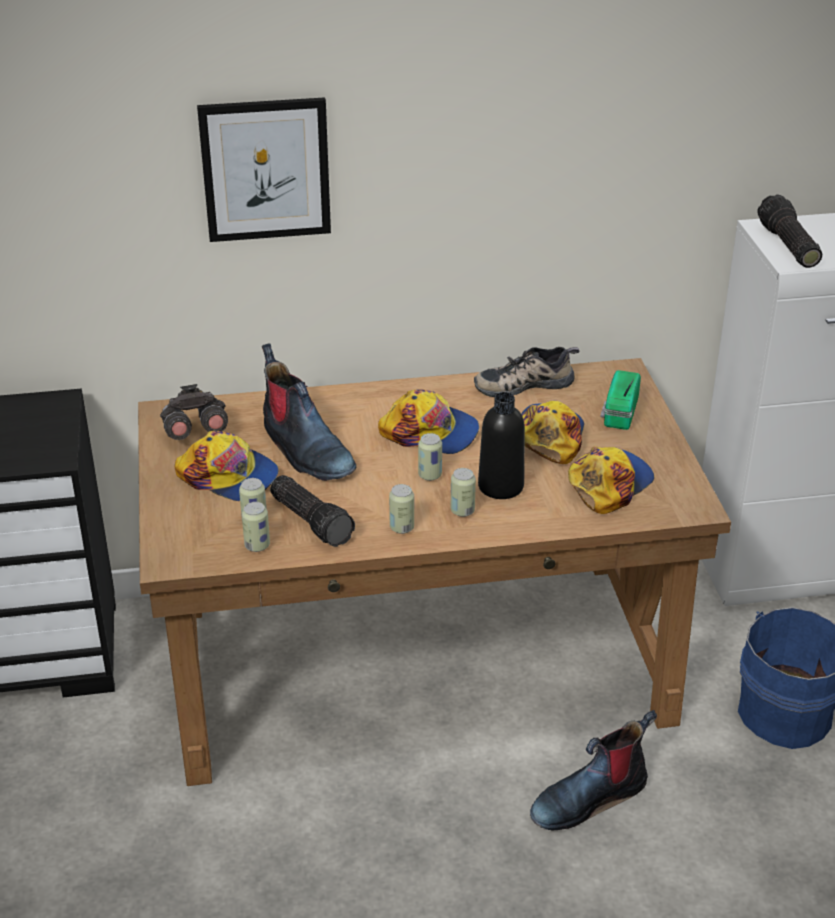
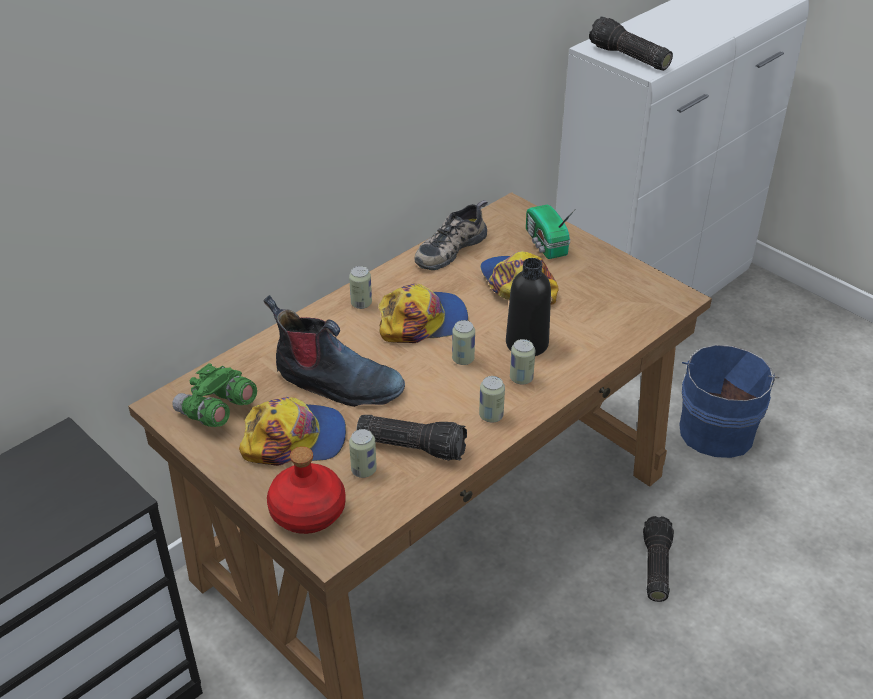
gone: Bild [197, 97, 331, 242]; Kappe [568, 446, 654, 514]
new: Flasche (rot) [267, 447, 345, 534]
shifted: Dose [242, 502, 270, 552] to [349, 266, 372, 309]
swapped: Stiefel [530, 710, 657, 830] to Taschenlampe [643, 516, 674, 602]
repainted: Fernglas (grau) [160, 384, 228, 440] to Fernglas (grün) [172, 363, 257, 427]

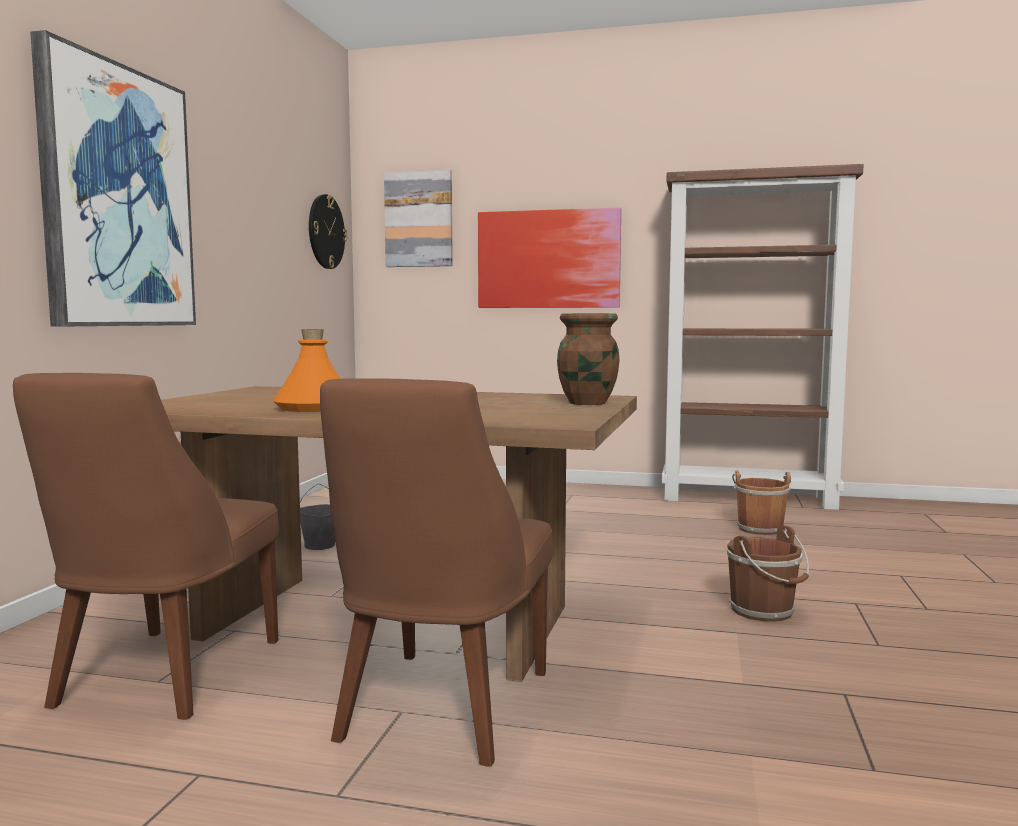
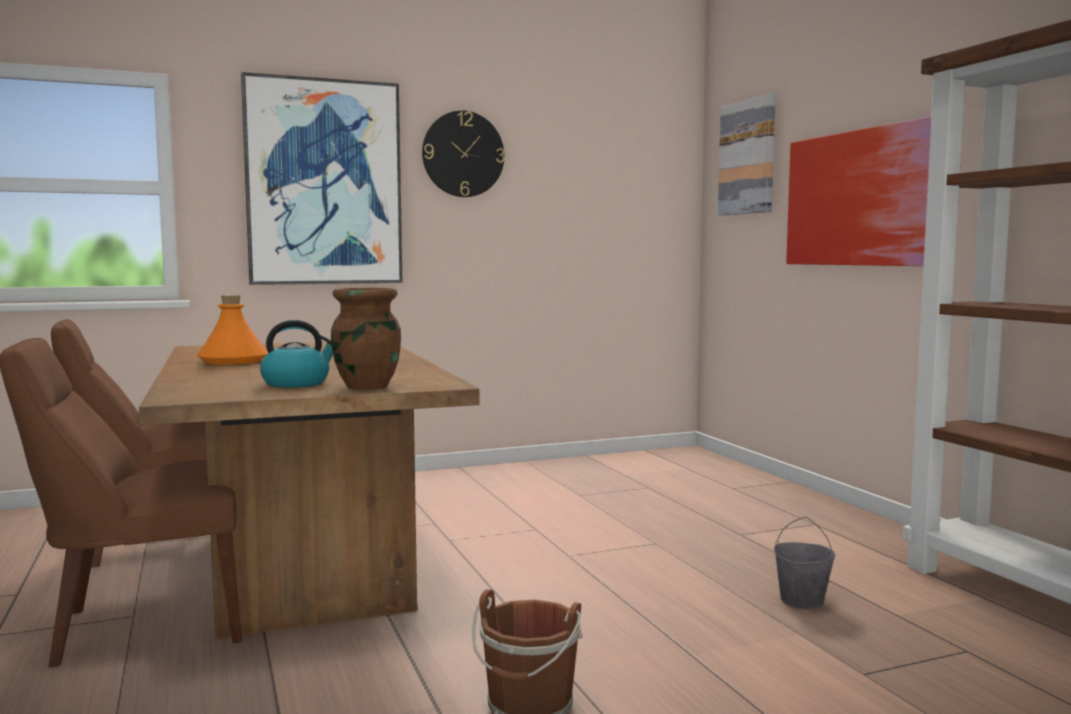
gone: Eimer (braun) [732, 470, 791, 535]
new: Wasserkessel [260, 320, 333, 387]
shifted: Eimer (grau) [300, 484, 335, 550] to [774, 517, 836, 609]; Wanduhr [309, 194, 347, 269] to [422, 111, 505, 197]

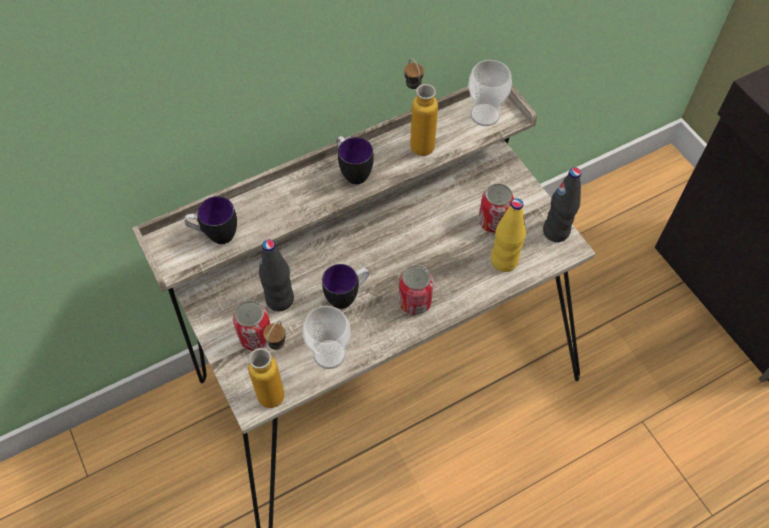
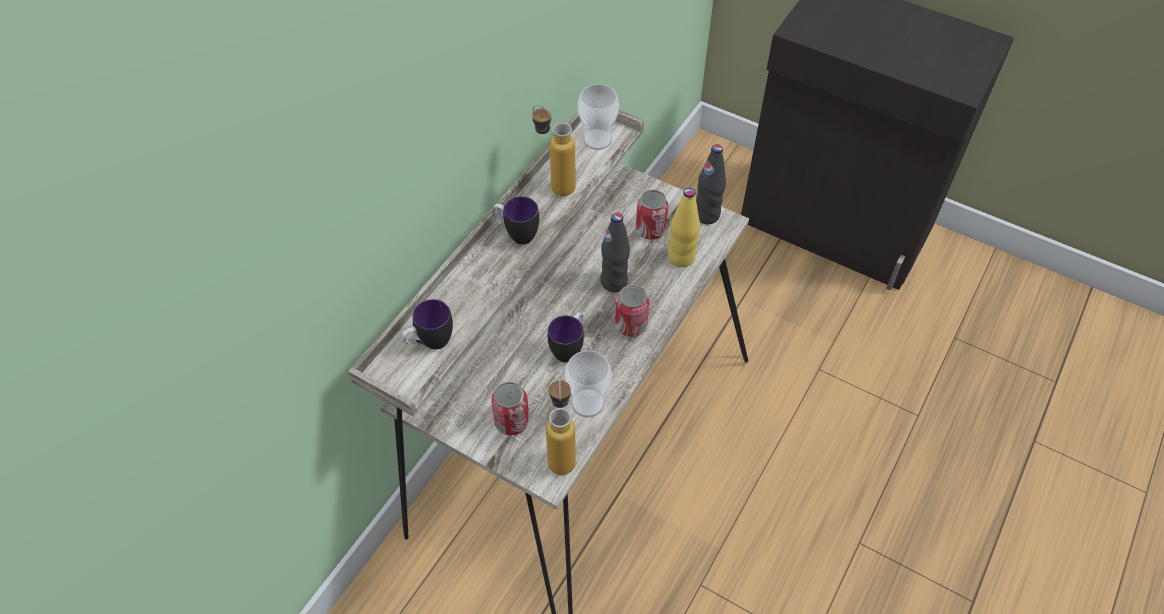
shifted: Flasche (schwarz) [259, 239, 294, 311] to [600, 212, 630, 292]

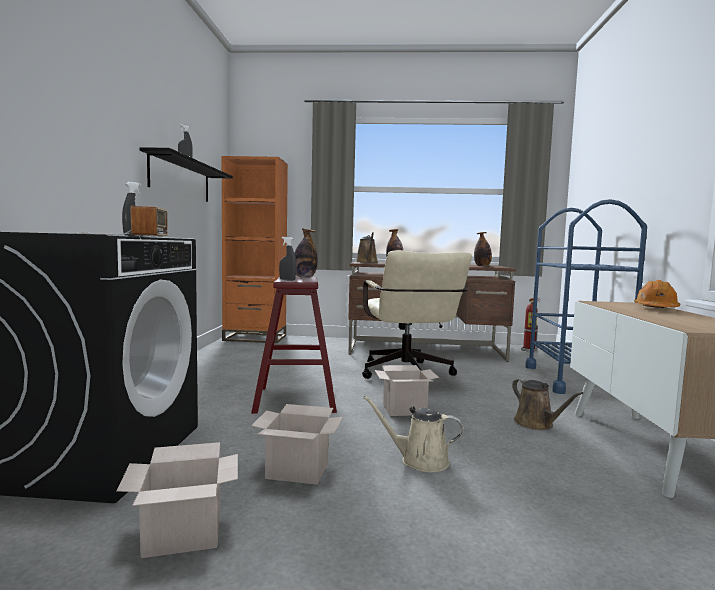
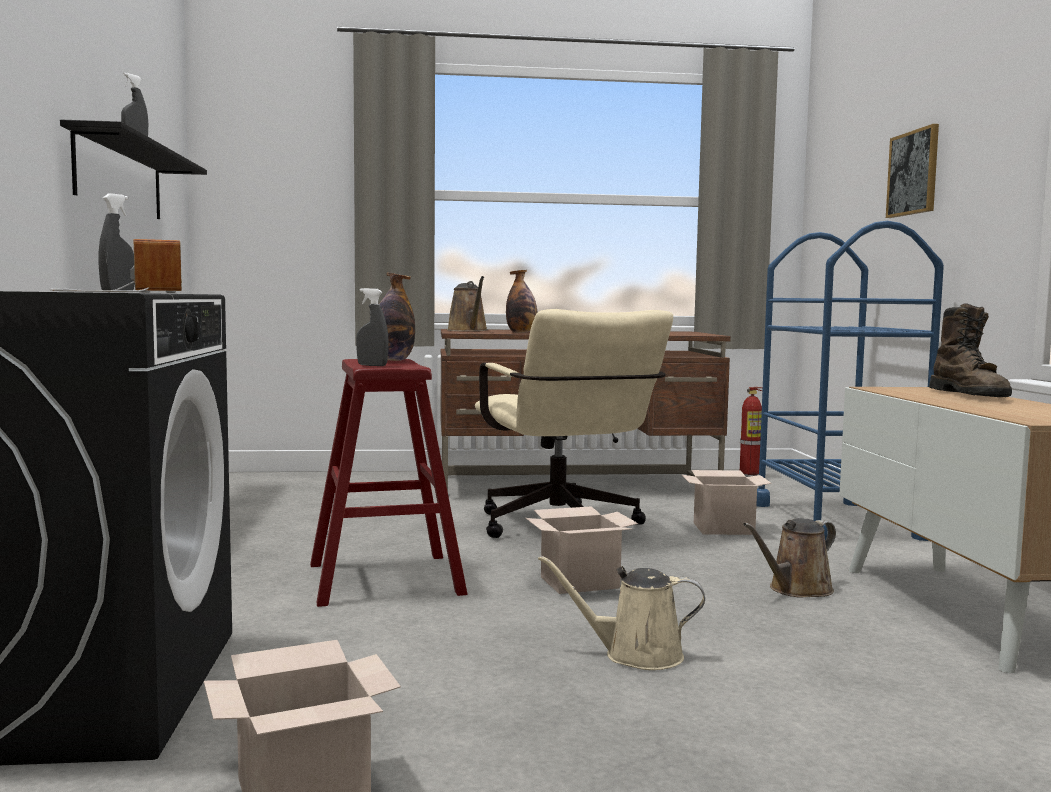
gone: Bücherregal (orange) [222, 156, 288, 343]; Flasche [474, 232, 492, 266]
new: Bild [886, 124, 939, 218]
shifted: Karton [251, 404, 343, 485] to [681, 470, 772, 535]
swapped: Schutzhelm (orange) [634, 280, 680, 308] to Stiefel (braun) [929, 303, 1012, 397]
rotated: Gießkanne (braun) [512, 378, 584, 430] = [743, 518, 836, 598] 90 degrees clockwise

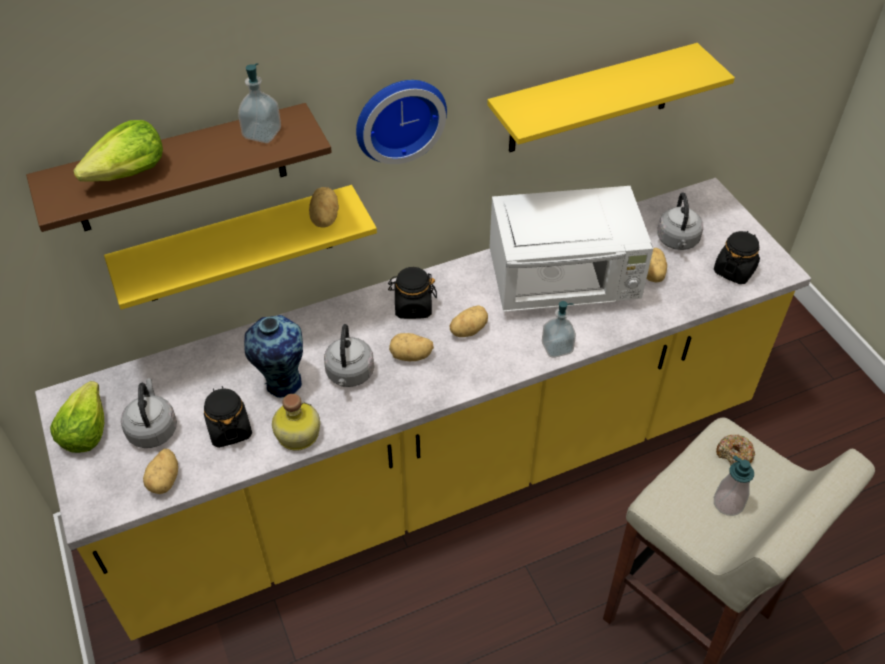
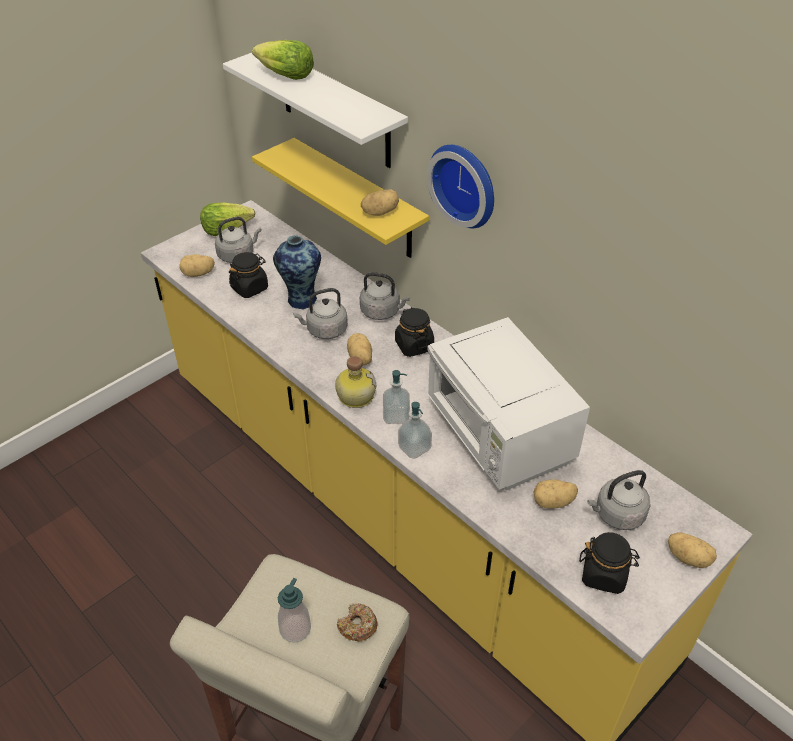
gone: Wandregal (gelb) [487, 43, 735, 152]
new: Wasserkessel (grau) [360, 272, 410, 320]
shifted: Seifenspender [238, 63, 281, 143] to [383, 370, 410, 424]; Flasche [272, 394, 320, 451] to [335, 356, 376, 408]; Kartoffel [450, 305, 488, 337] to [668, 533, 717, 568]
repainted: Wandregal (braun) [26, 103, 332, 232] to Wandregal (weiß) [223, 53, 408, 168]

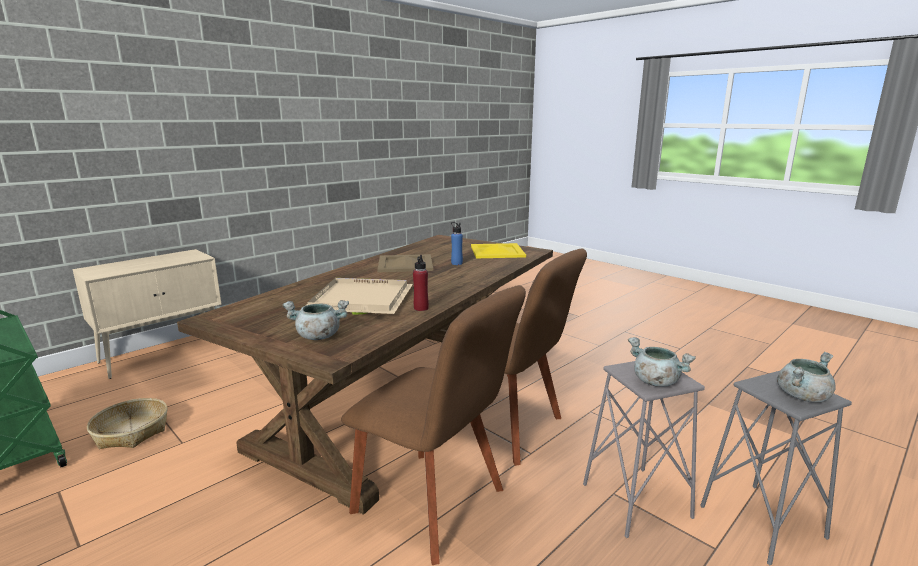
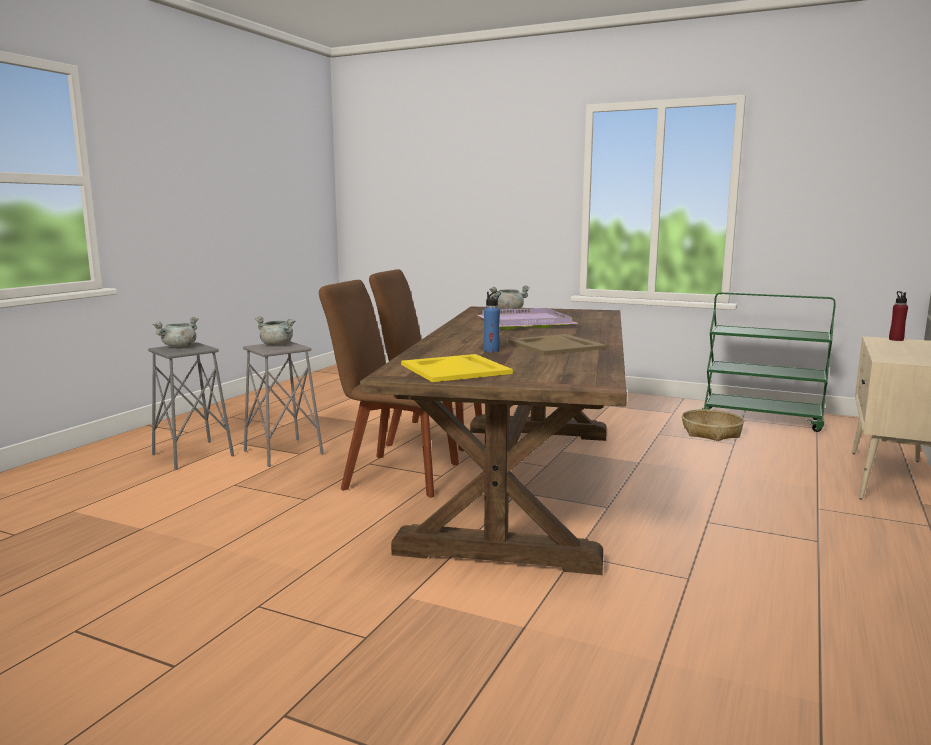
shifted: Flasche (rot) [413, 255, 429, 311] to [889, 291, 908, 341]
repainted: Tablett (beige) [305, 278, 413, 315] to Tablett (lila) [478, 308, 579, 330]

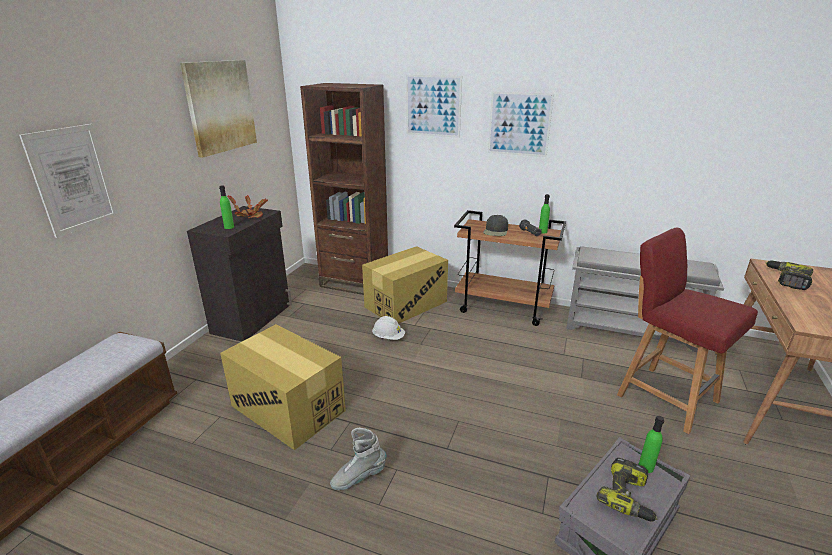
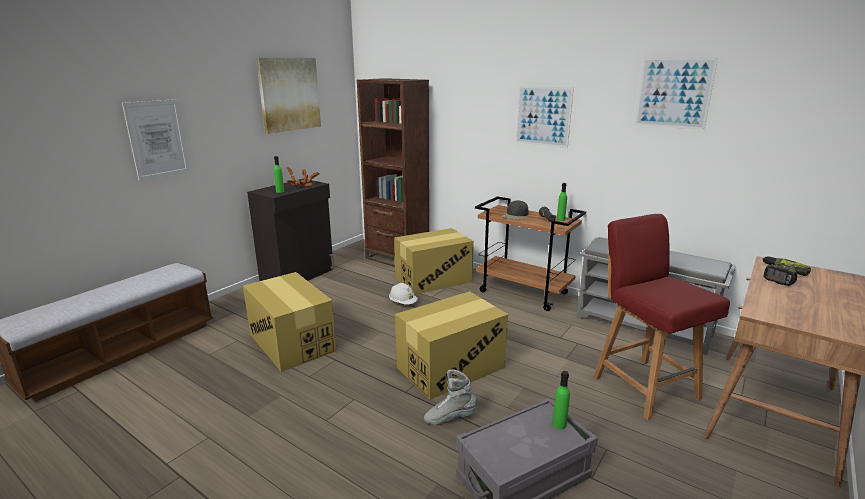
gone: Bohrmaschine [596, 458, 658, 522]
new: Karton [395, 291, 508, 400]
shifted: Stiefel (grau) [330, 428, 386, 490] to [424, 369, 477, 424]; Bild [406, 75, 462, 138] to [635, 58, 718, 130]

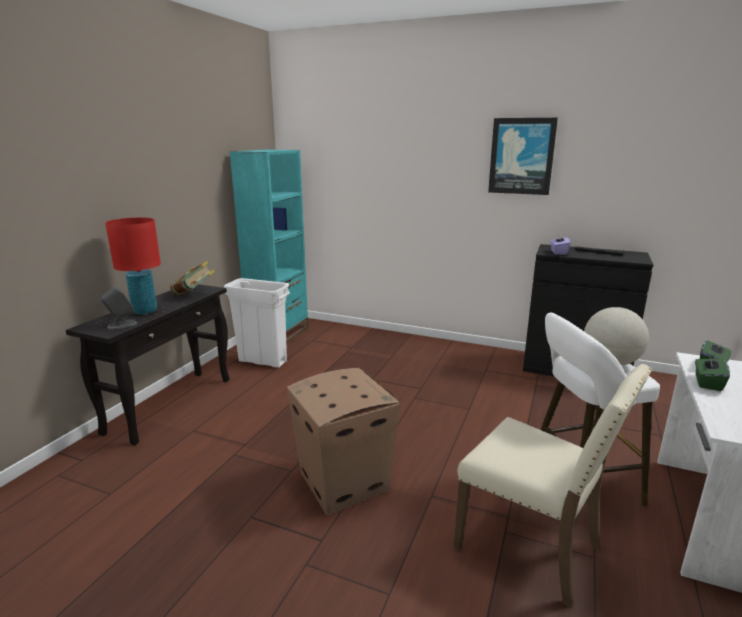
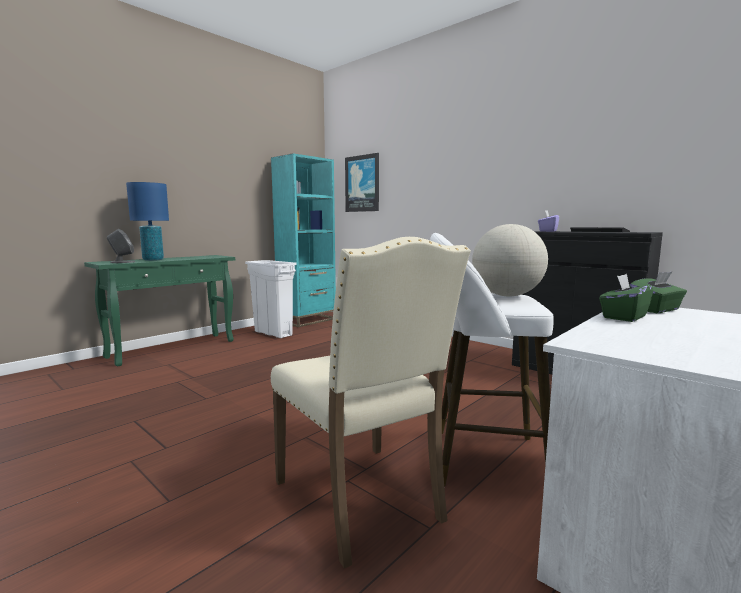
gone: Buch [170, 261, 215, 295]; Karton [287, 368, 400, 515]
shifted: Bild [488, 118, 558, 195] to [345, 153, 379, 212]
repainted: Konsolentisch (schwarz) [66, 284, 230, 446] to Konsolentisch (grün) [84, 255, 235, 367]; Tischlampe (rot) [105, 217, 161, 314] to Tischlampe (blau) [126, 182, 169, 261]

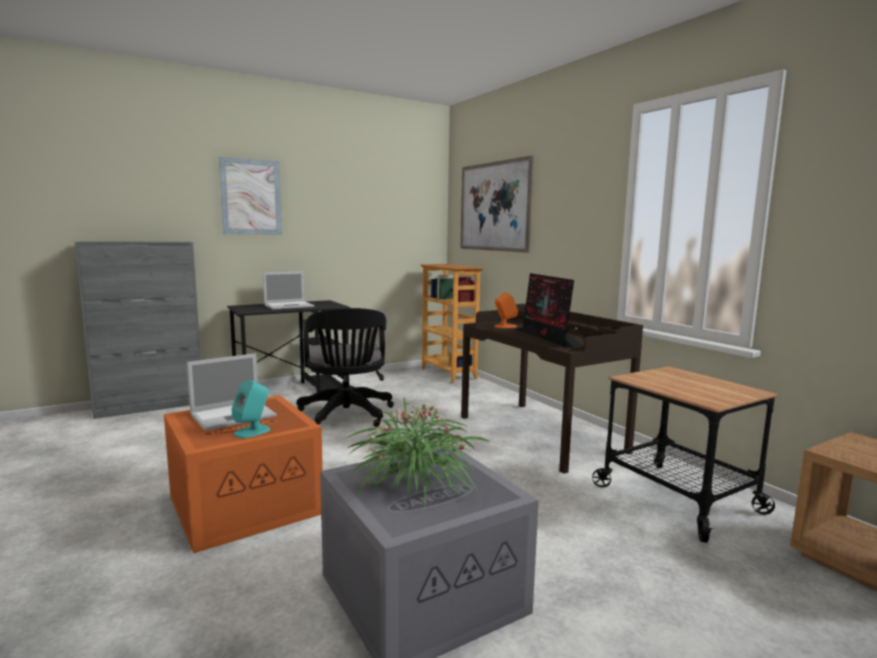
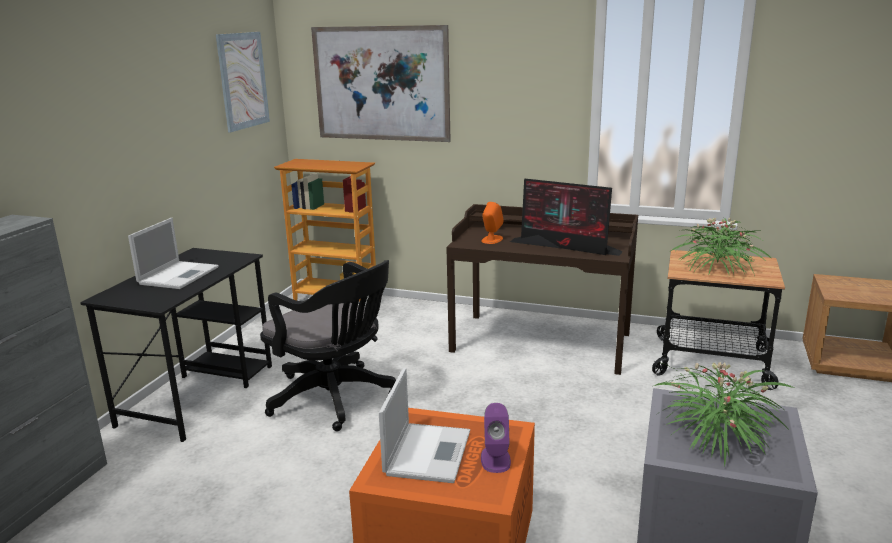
new: Topfpflanze [671, 217, 772, 276]
shifted: Bild [219, 157, 282, 235] to [216, 32, 270, 132]
repainted: Lautsprecher (türkis) [232, 380, 270, 438] to Lautsprecher (lila) [481, 403, 511, 473]

